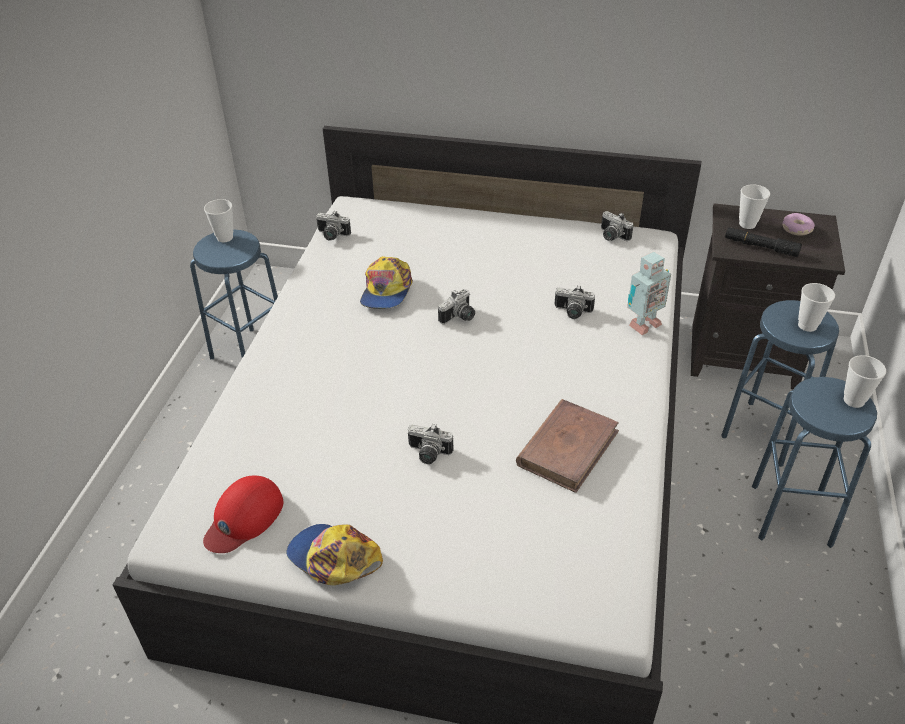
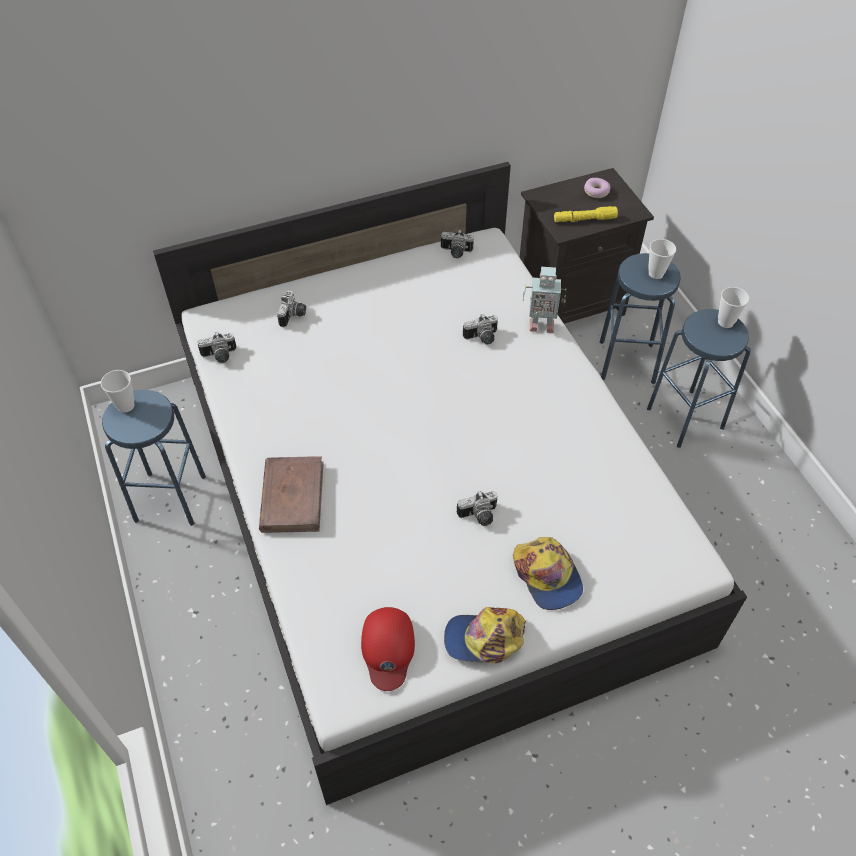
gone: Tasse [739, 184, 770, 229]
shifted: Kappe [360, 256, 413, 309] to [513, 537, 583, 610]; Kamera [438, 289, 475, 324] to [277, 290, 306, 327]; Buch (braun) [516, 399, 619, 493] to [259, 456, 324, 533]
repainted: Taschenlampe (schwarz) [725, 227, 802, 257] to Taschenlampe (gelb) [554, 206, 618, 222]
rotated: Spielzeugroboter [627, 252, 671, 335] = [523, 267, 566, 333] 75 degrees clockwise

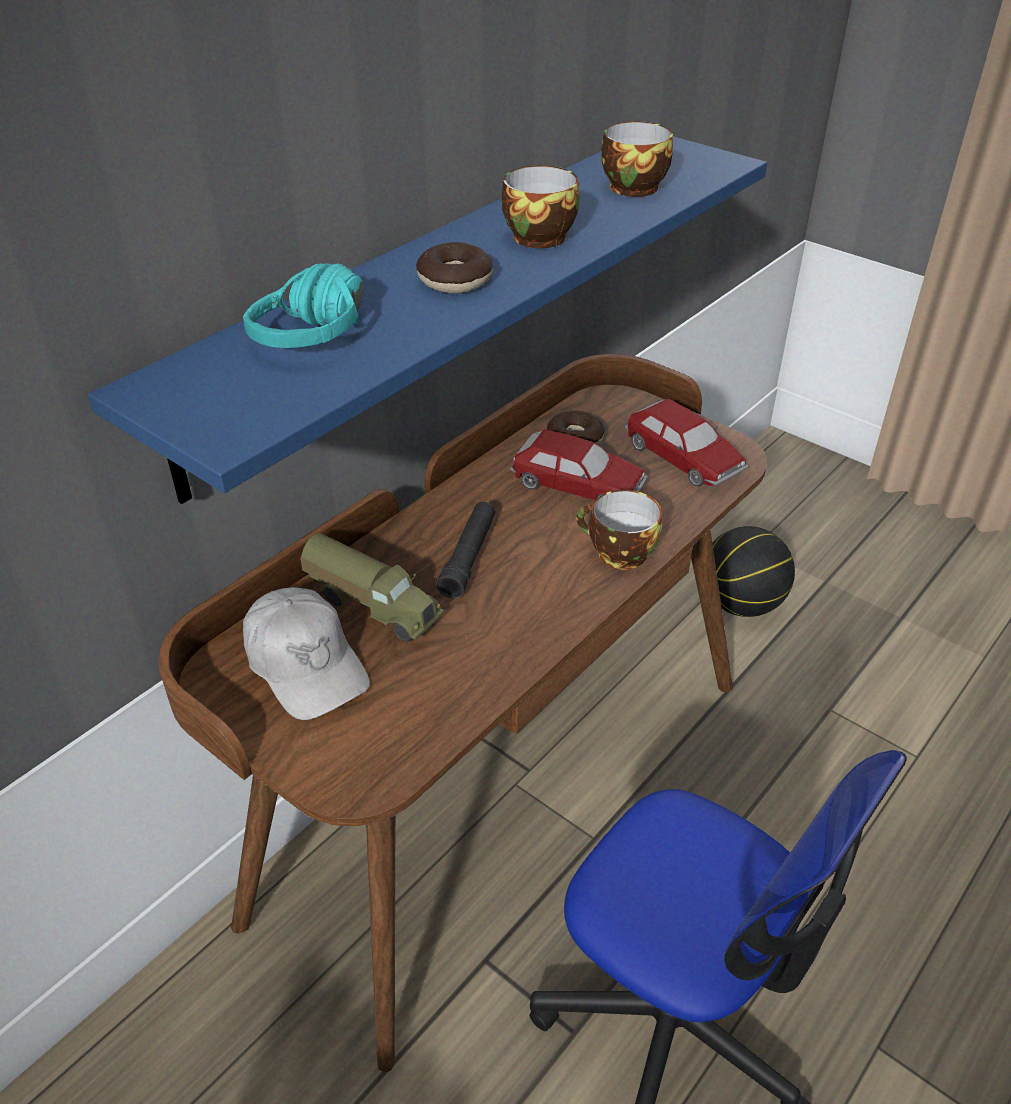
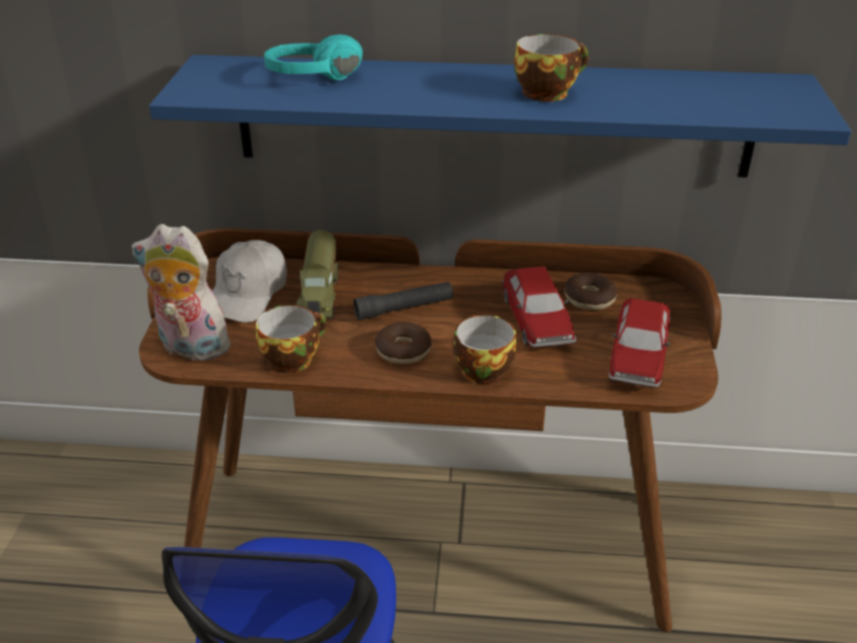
gone: Basketball [712, 526, 795, 617]
new: Plüschtier [131, 224, 234, 361]
shifted: Donut [416, 242, 493, 294] to [375, 322, 432, 364]; Tasse [601, 121, 673, 197] to [256, 305, 327, 373]

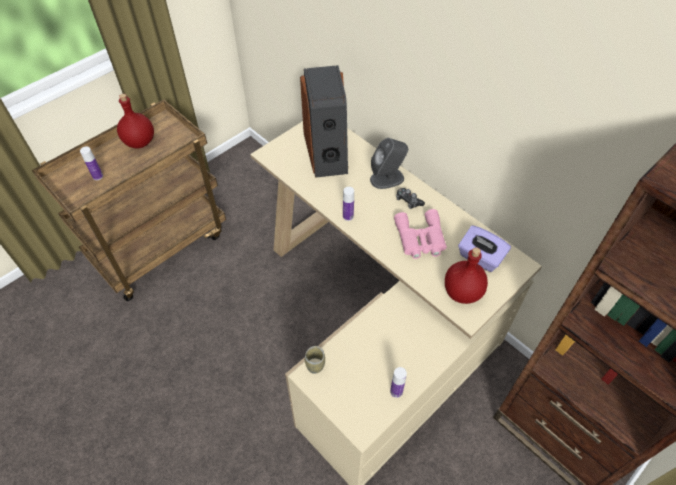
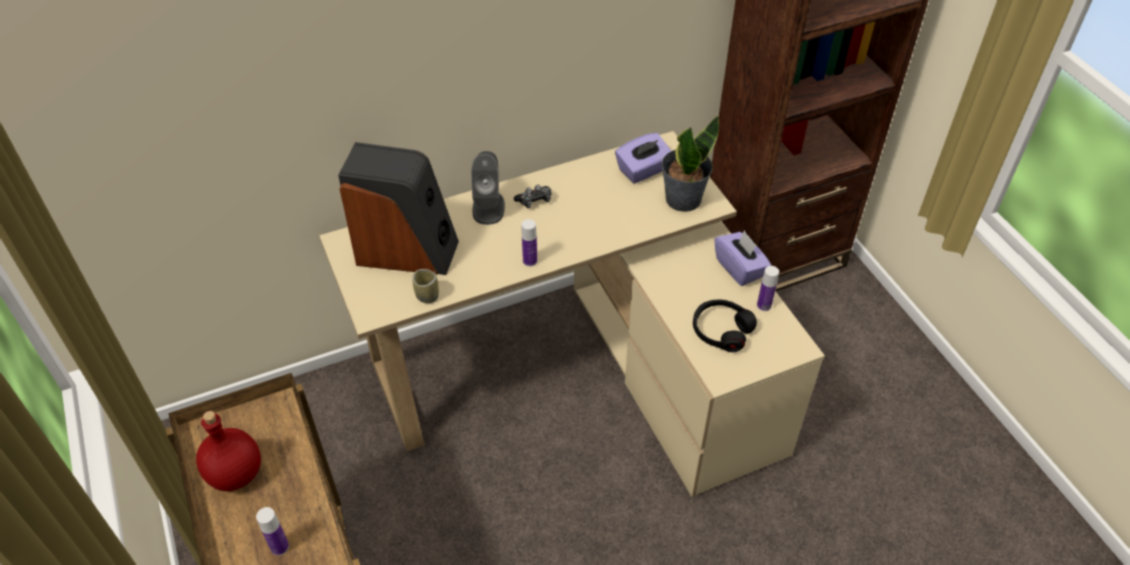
gone: Fernglas (rosa) [394, 209, 447, 259]
new: Kopfhörer (schwarz) [693, 299, 757, 352]; Taschentuchbox (lila) [714, 230, 771, 286]
shifted: Tasse [305, 346, 325, 374] to [412, 269, 439, 303]
swapped: Flasche (rot) [445, 247, 488, 304] to Topfpflanze [661, 115, 719, 212]

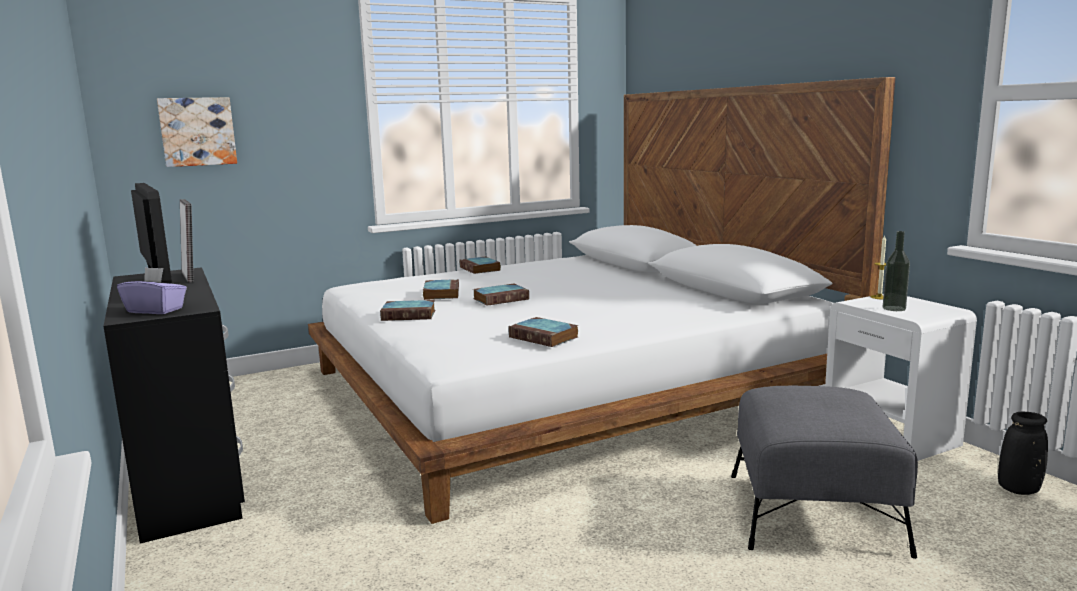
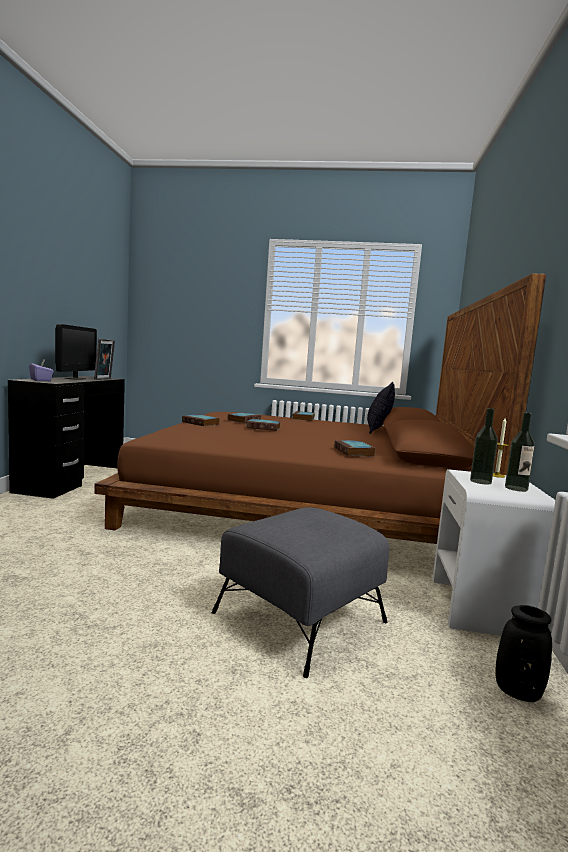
gone: Bild [157, 97, 237, 167]
new: Kissen [367, 382, 395, 434]; Flasche [505, 412, 535, 492]
shifted: Buch [508, 317, 579, 347] to [334, 440, 375, 457]
repainted: Bett (weiß) [308, 77, 896, 524] to Bett (braun) [94, 273, 546, 544]

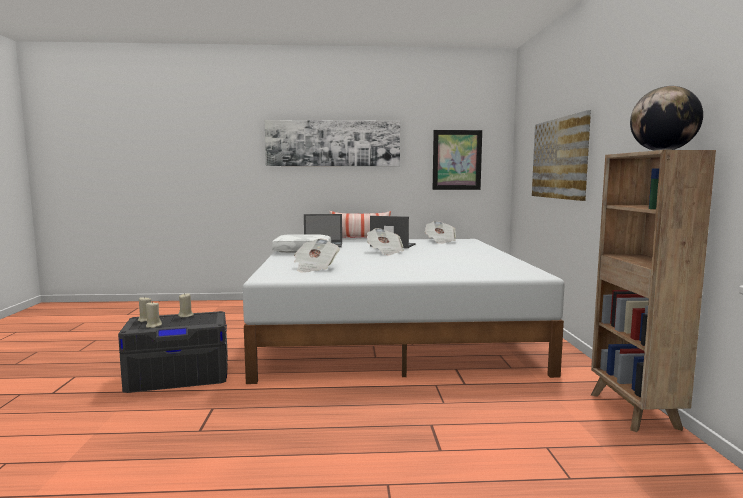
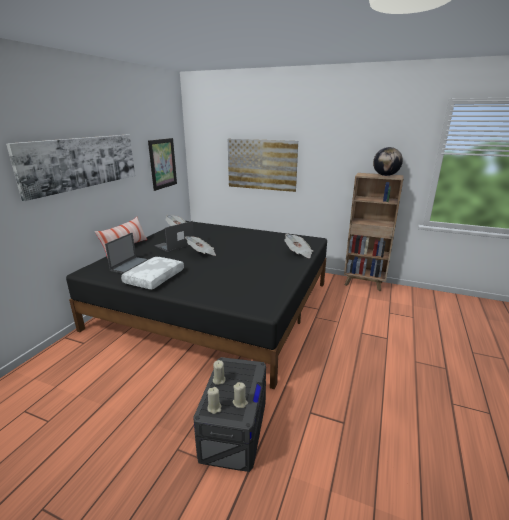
shifted: Zeitung [294, 239, 339, 273] to [284, 234, 313, 258]
repainted: Bett (weiß) [243, 239, 565, 384] to Bett (schwarz) [66, 221, 327, 389]

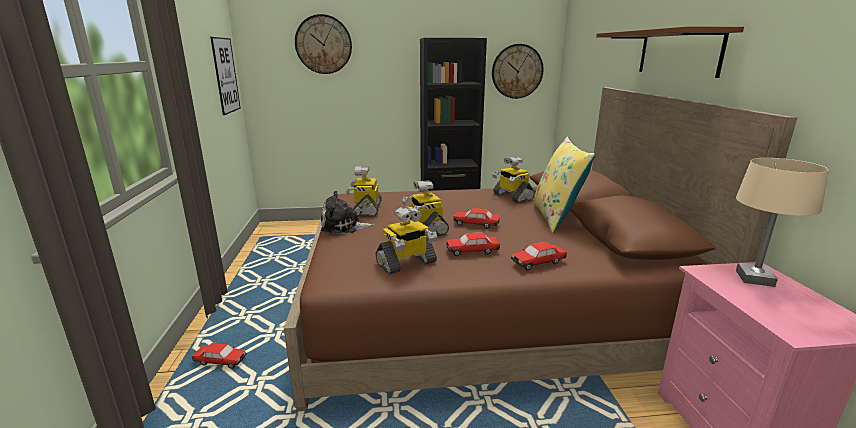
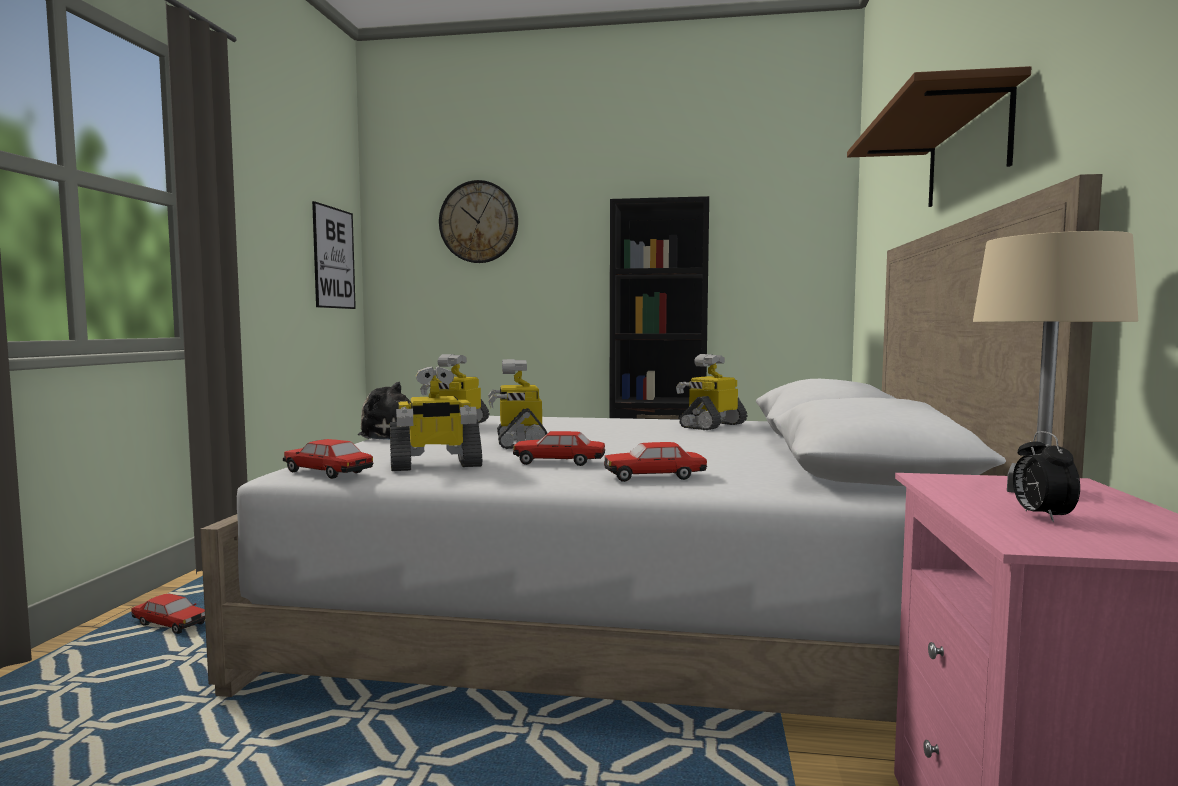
gone: Wanduhr [492, 44, 544, 99]; Kissen (gelb) [533, 137, 595, 233]
new: Wecker [1013, 431, 1080, 523]
shifted: Spielzeugauto [453, 208, 500, 229] to [283, 439, 373, 479]
repainted: Bett (braun) [284, 87, 798, 412] to Bett (weiß) [200, 174, 1102, 722]
rotated: Spielzeugroboter [492, 156, 535, 203] = [676, 354, 748, 430] 60 degrees clockwise

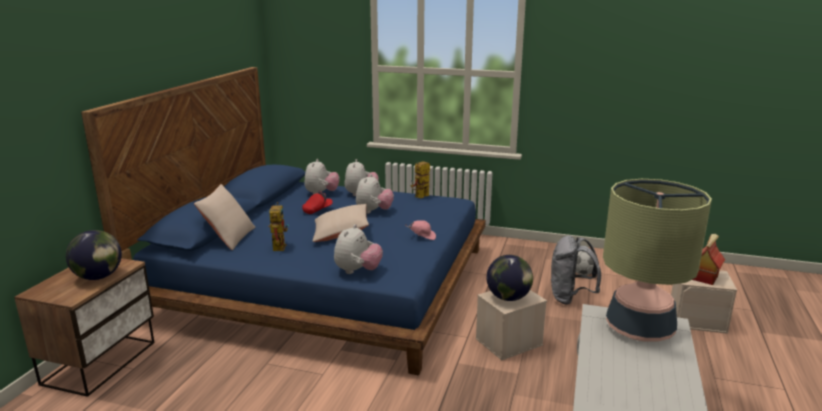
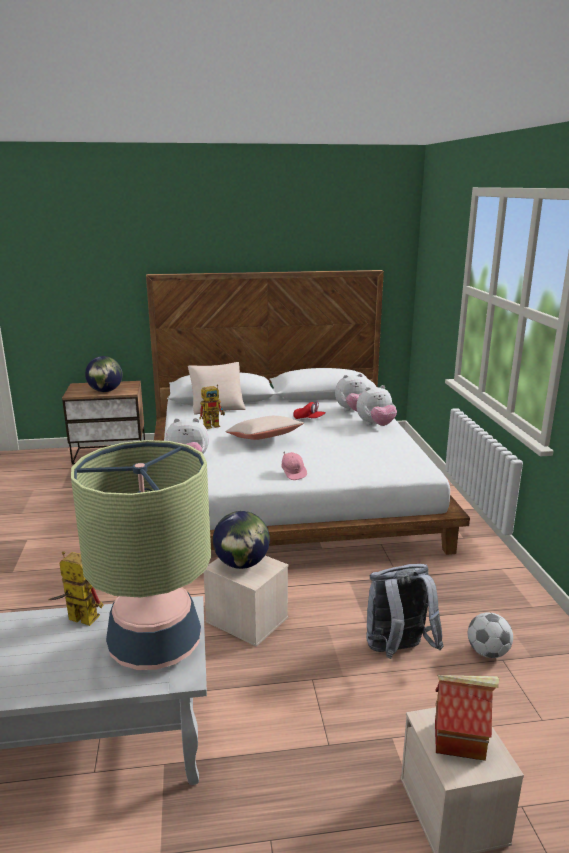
gone: Plüschtier [356, 174, 394, 214]
shifted: Spielzeugroboter [411, 161, 430, 198] to [48, 551, 103, 626]
repainted: Bett (blau) [81, 67, 486, 375] to Bett (weiß) [146, 270, 470, 555]

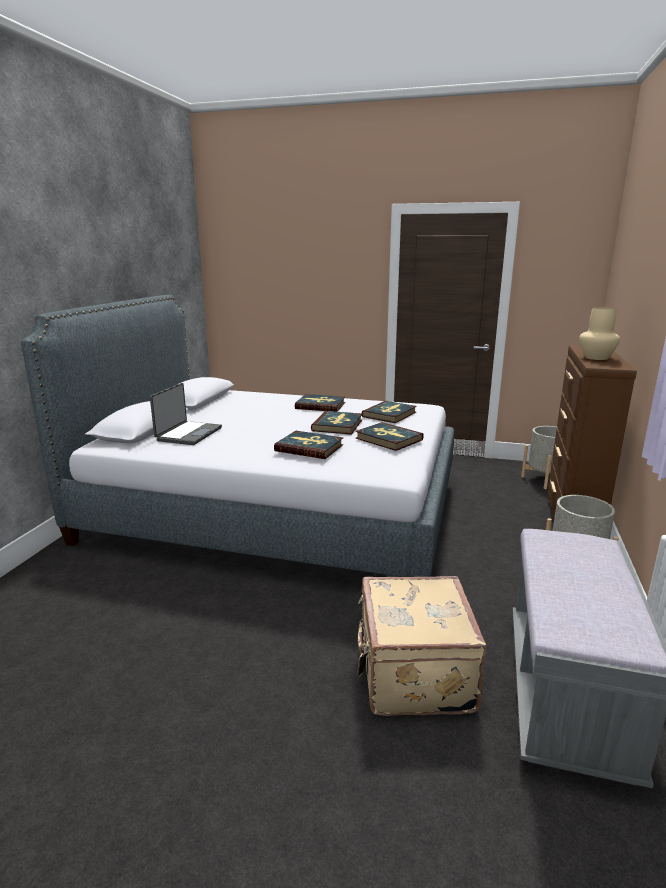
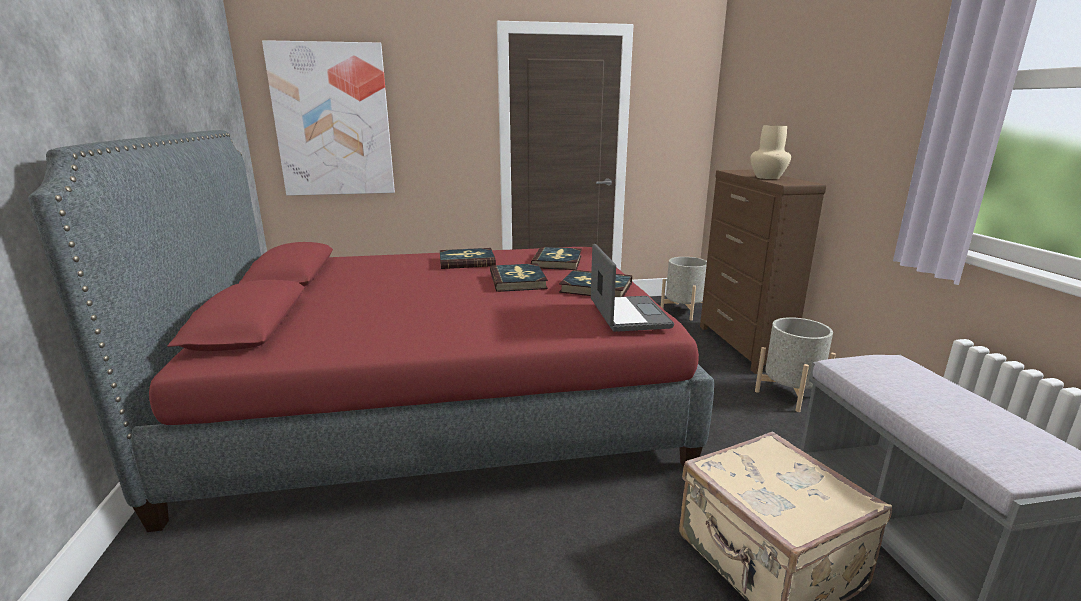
gone: Buch [274, 431, 343, 459]
new: Bild [262, 40, 395, 196]
shifted: Laptop [150, 383, 222, 445] to [591, 244, 674, 332]
repainted: Bett (grau) [21, 295, 454, 577] to Bett (rot) [28, 130, 714, 532]

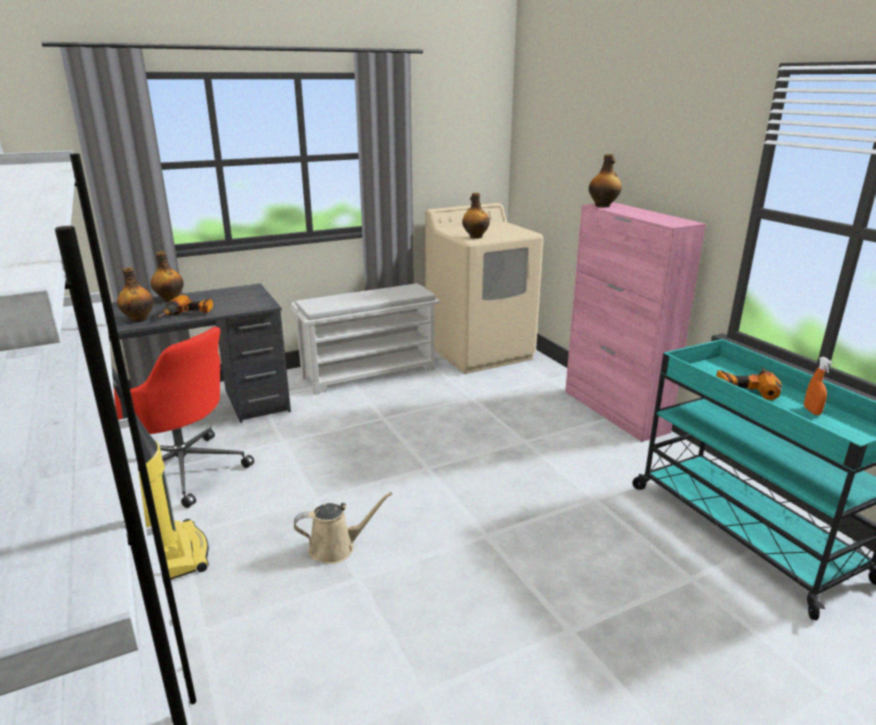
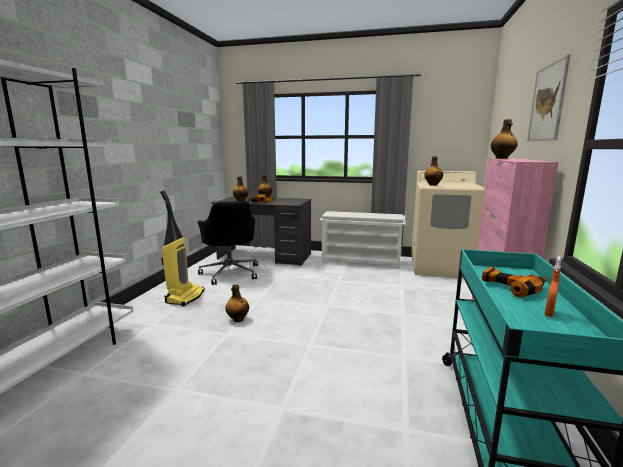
new: Bild [527, 54, 571, 141]
swapped: Gießkanne (beige) [294, 492, 392, 564] to Flasche [225, 284, 249, 322]
repainted: Bürostuhl (rot) [114, 327, 254, 508] to Bürostuhl (schwarz) [198, 201, 258, 285]

